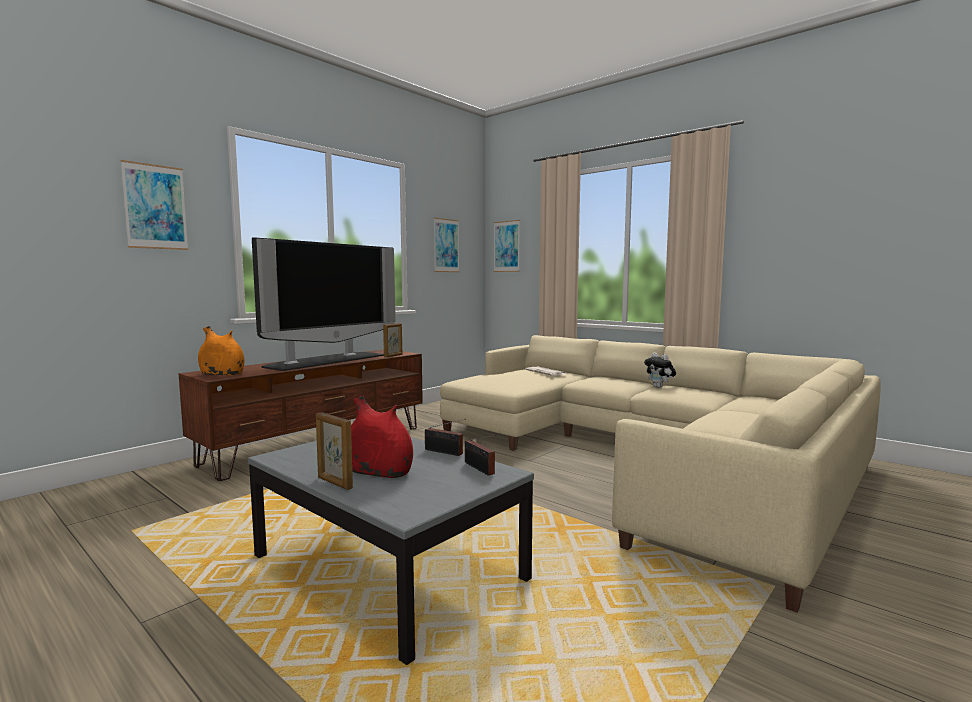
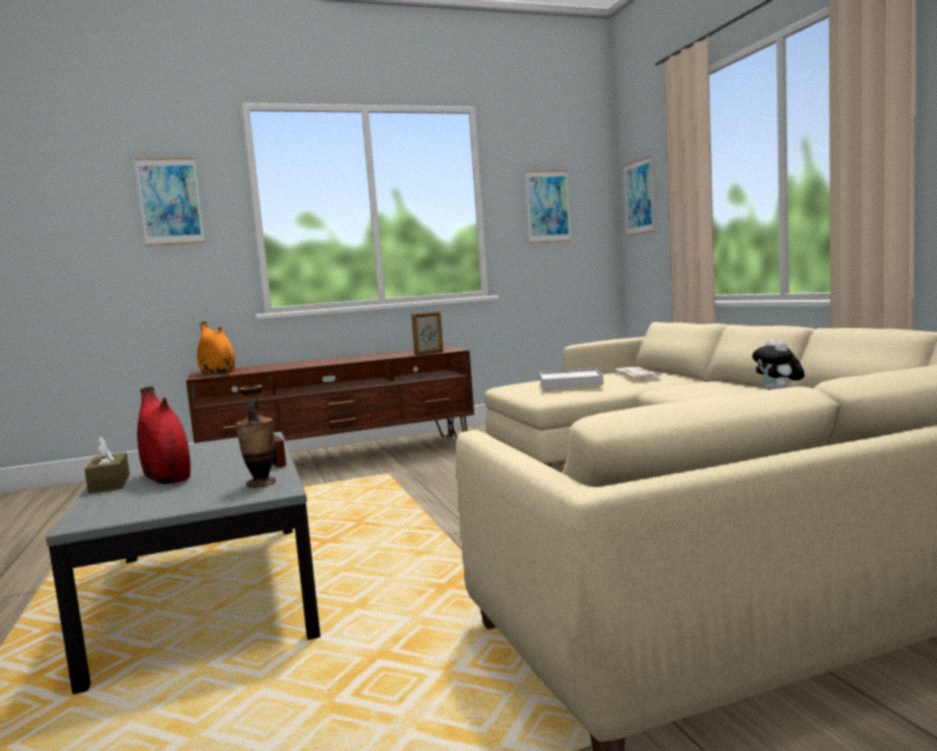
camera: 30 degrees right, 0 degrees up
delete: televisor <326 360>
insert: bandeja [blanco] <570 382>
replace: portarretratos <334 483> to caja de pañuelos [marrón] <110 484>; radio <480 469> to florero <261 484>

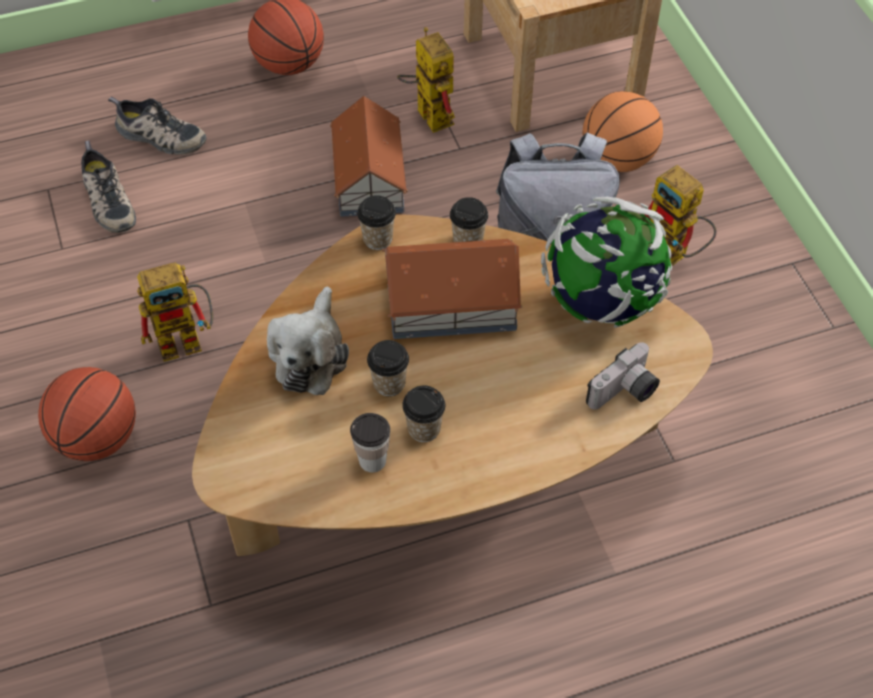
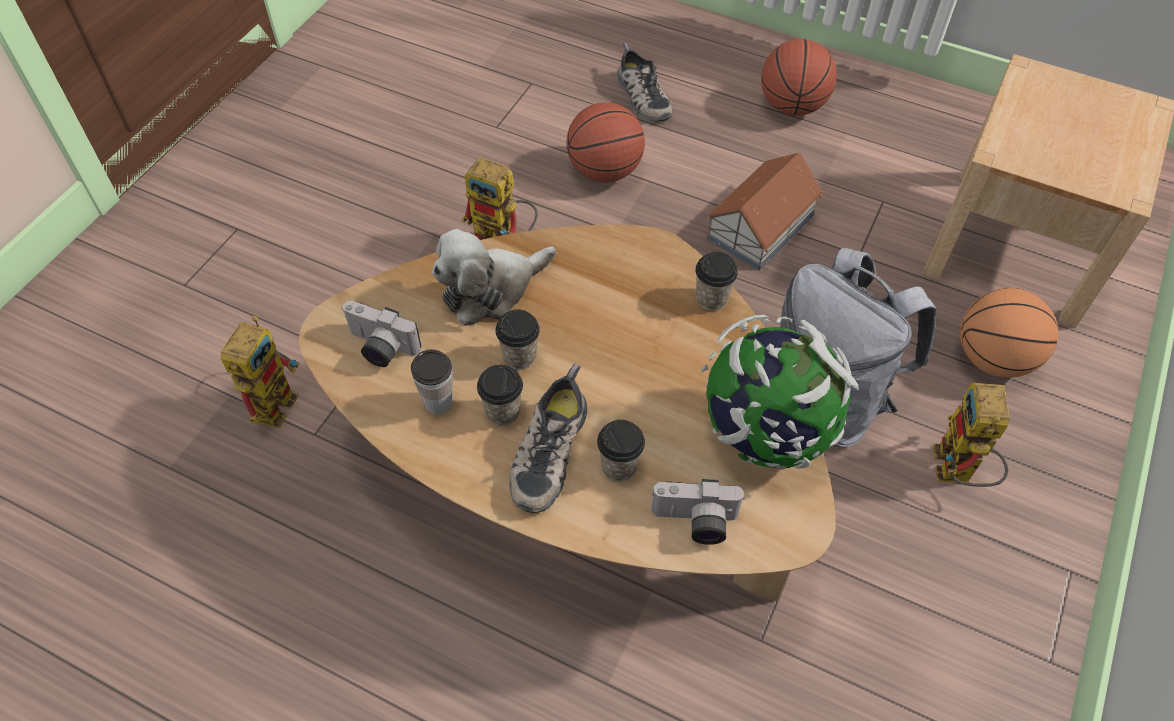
camera: 45 degrees right, 0 degrees up
delete: casita <452 303>
insert: cámara <379 348>
move: balón de baloncesto <97 438> to <604 171>; zapato <106 200> to <547 450>; taza <377 239> to <619 466>; robot de juguete <427 113> to <276 398>

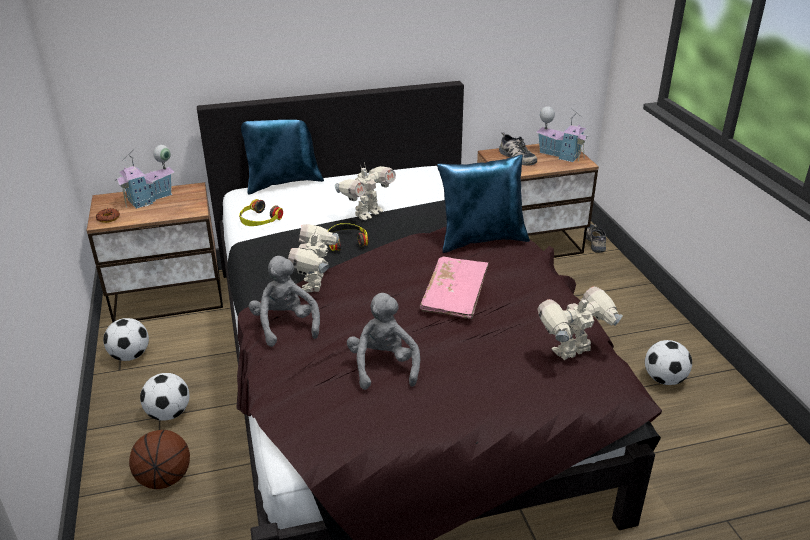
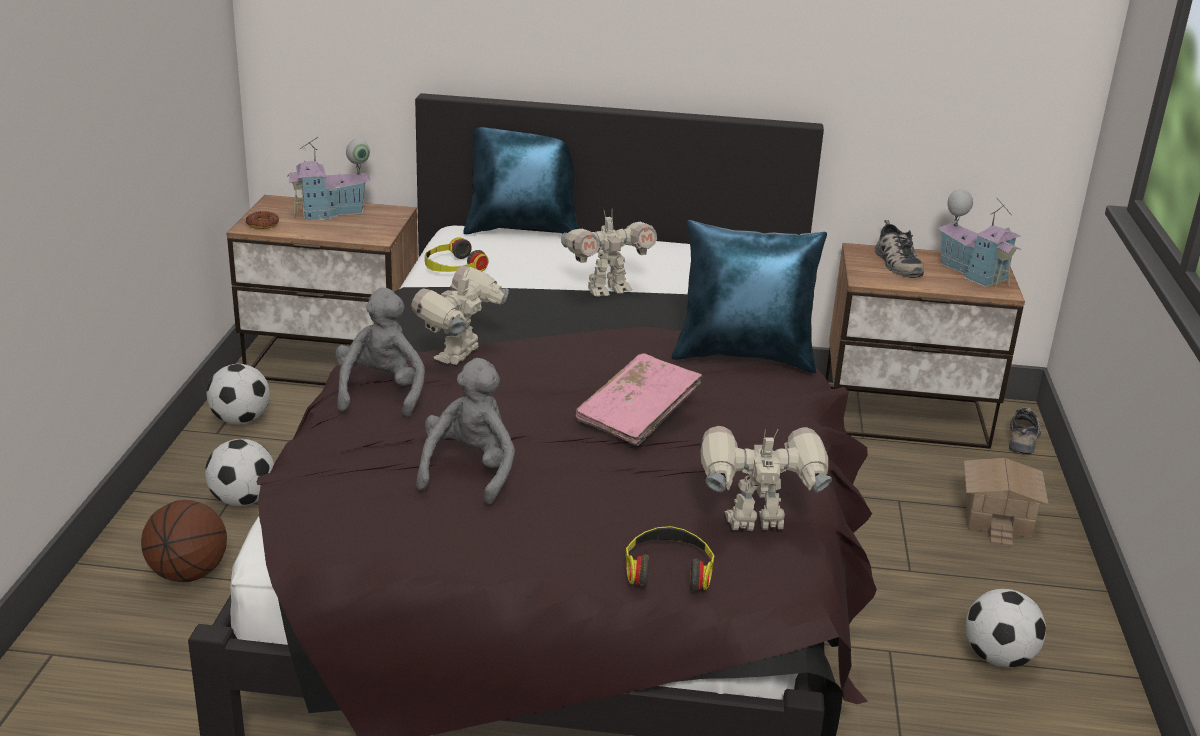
camera: 20 degrees right, 5 degrees down
insert: casita <999 516>
move: auriculares <346 241> to <668 569>

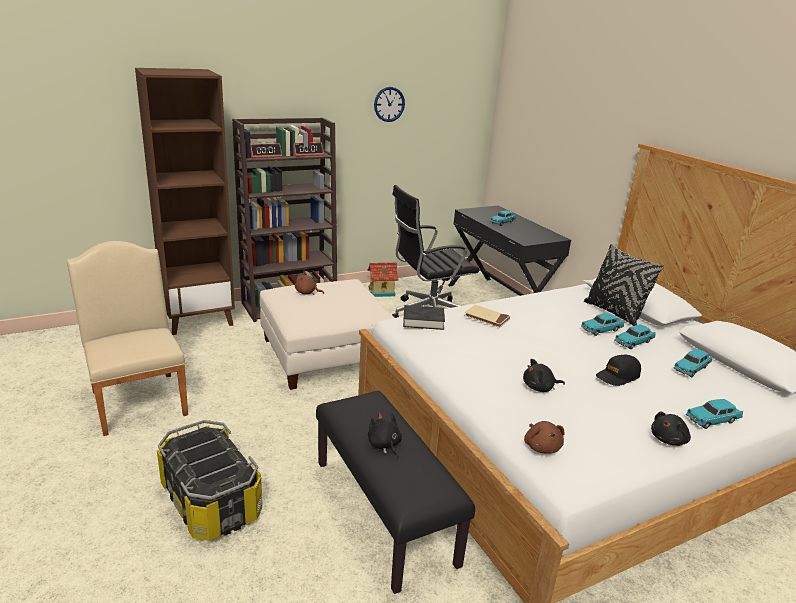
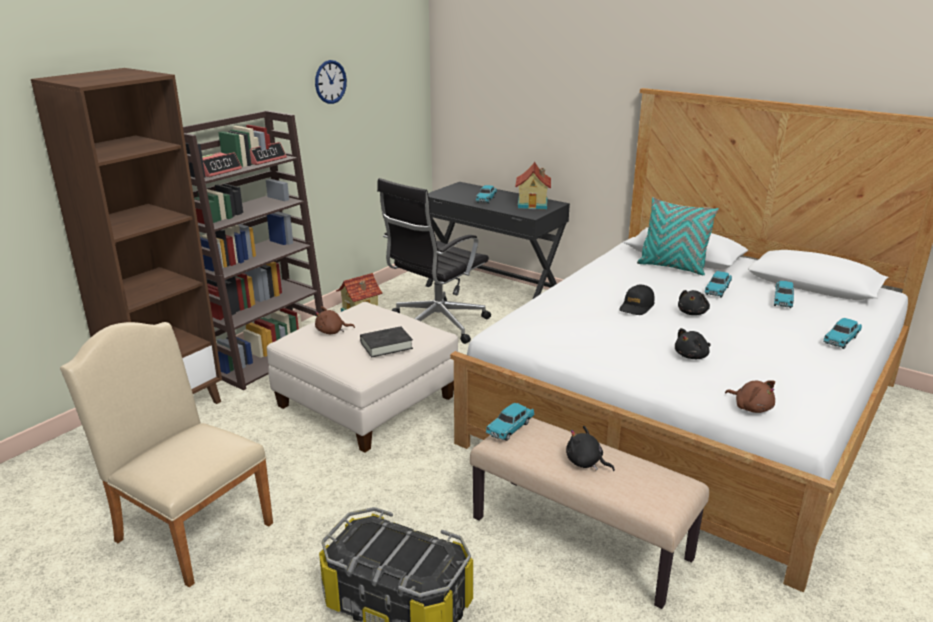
camera: 25 degrees left, 0 degrees up
delete: libro [beis] <486 318>
insert: casita <533 204>
move: libro [negro] <423 321> to <386 345>; coche de juguete [turquesa] <601 330> to <510 428>; gorra [negro] <617 376> to <636 307>; peluche [negro] <669 440> to <692 313>
recolor: banco [negro] <385 511> to banco [beis] <581 538>; cojín [negro] <614 312> to cojín [turquesa] <672 267>

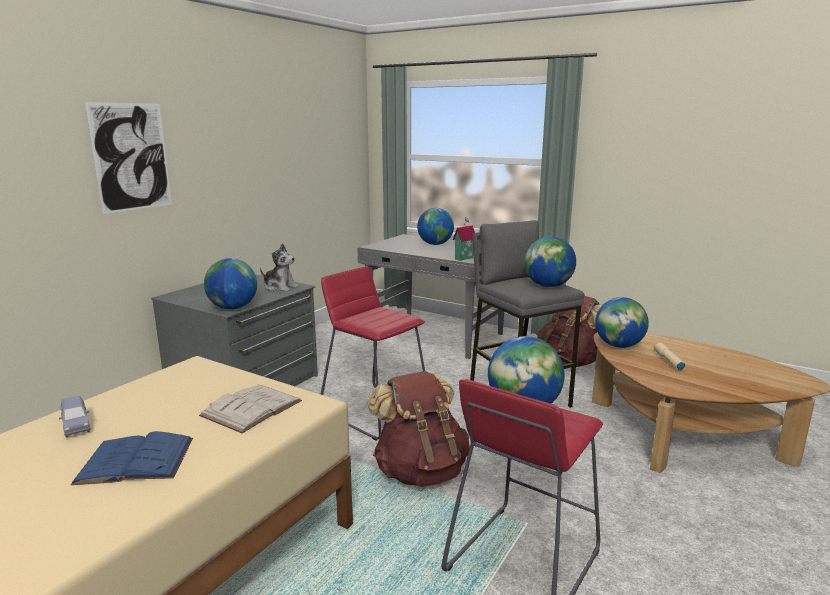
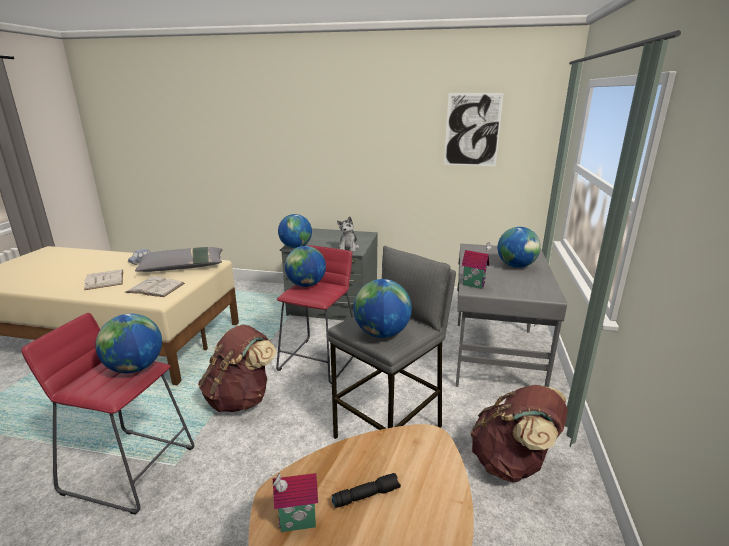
camera: 70 degrees right, 5 degrees up
insert: cojín [gris] <182 267>; casita <297 525>
move: cuadro <131 157> to <472 130>; globo terráqueo <619 346> to <306 285>
recolor: libro [azul] <136 460> to libro [blanco] <104 280>; linterna [beis] <668 361> to linterna [negro] <366 495>

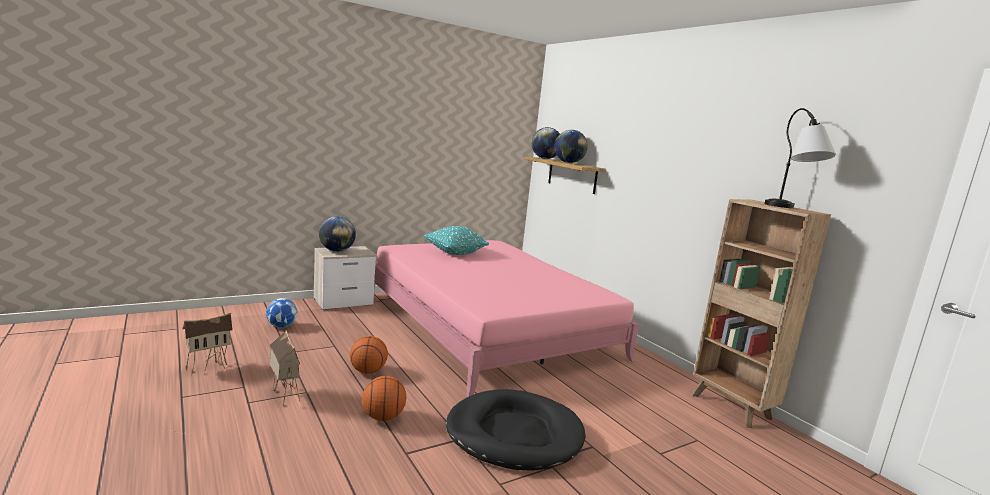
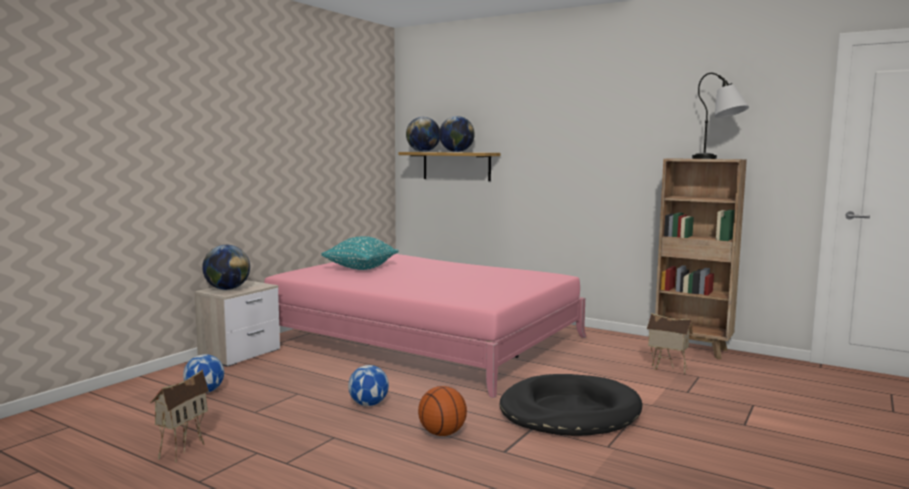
camera: 25 degrees left, 5 degrees down
move: casita <284 394> to <667 369>
replace: balón de baloncesto <367 371> to balón de fútbol <368 404>

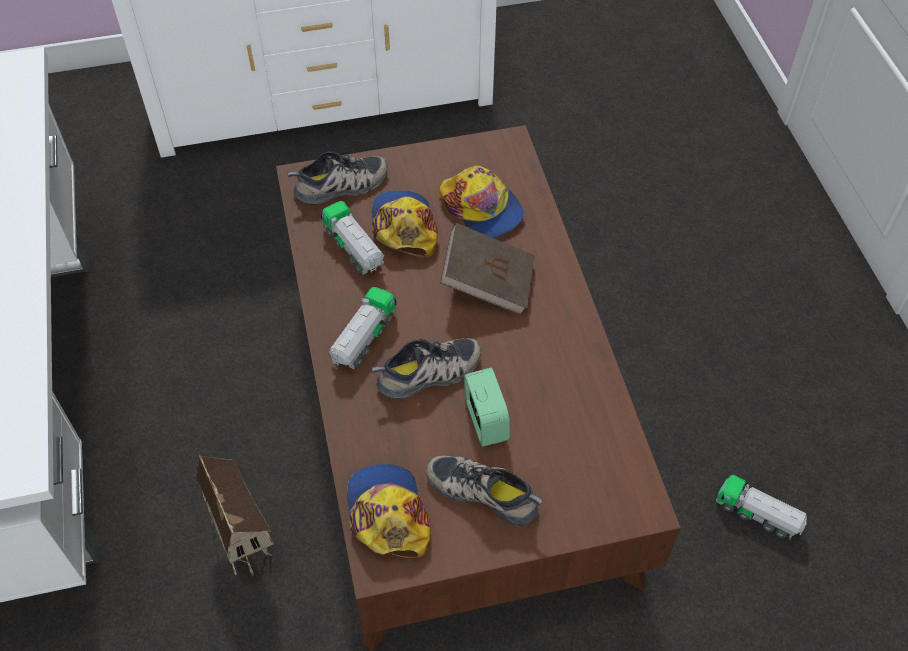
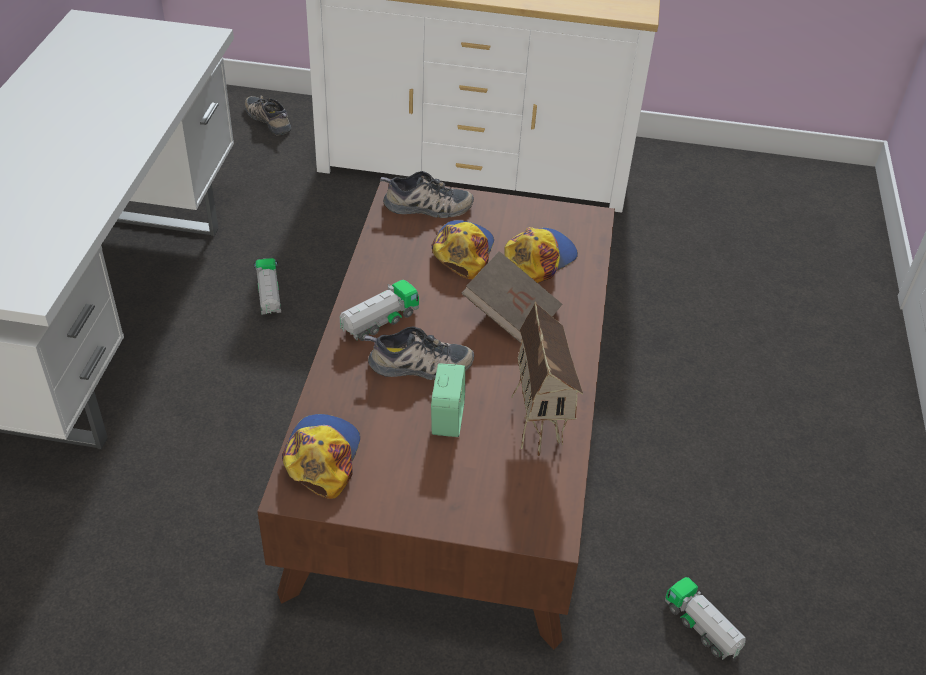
camera: 20 degrees right, 10 degrees down
move: casita <246 543> to <540 426>; camión de juguete <354 249> to <269 297>; zapato <484 491> to <270 119>
rotate: gorra <482 208> = <539 258> 120 degrees counterclockwise

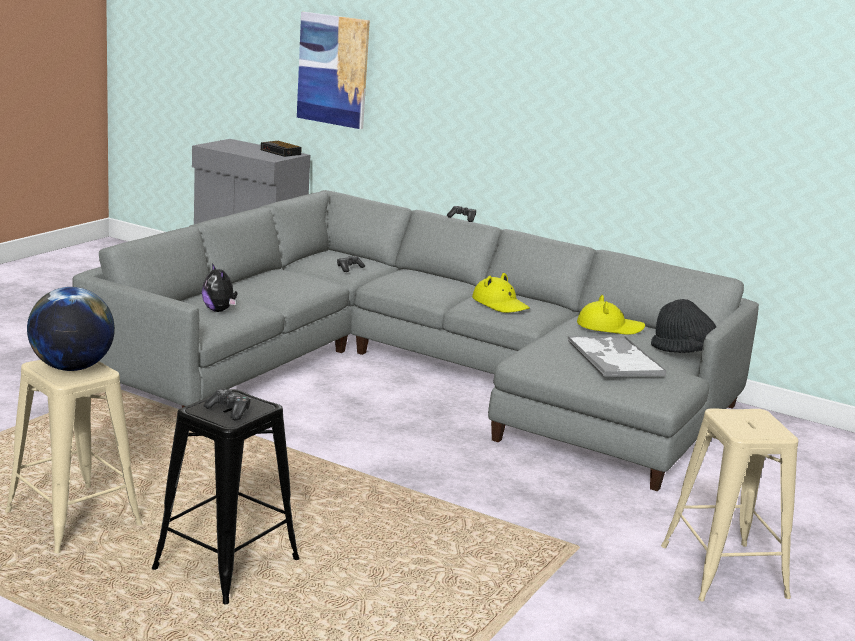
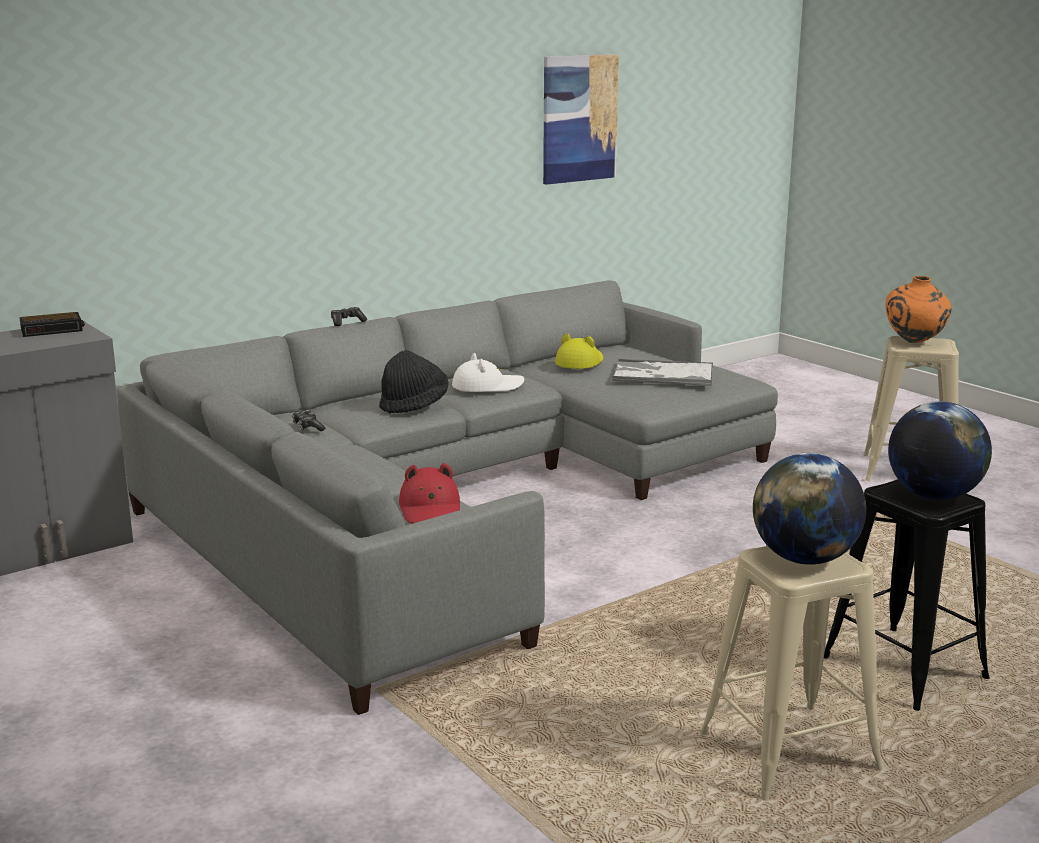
camera: 65 degrees left, 0 degrees up
insert: florero [naranja] <914 343>
move: cuadro <333 70> to <579 118>; sombrero [negro] <684 351> to <414 405>
replace: peluche <219 310> to sombrero [rojo] <431 509>; mando de consola <229 411> to globo terráqueo <933 496>
recolor: sombrero [amarillo] <500 304> to sombrero [blanco] <487 386>

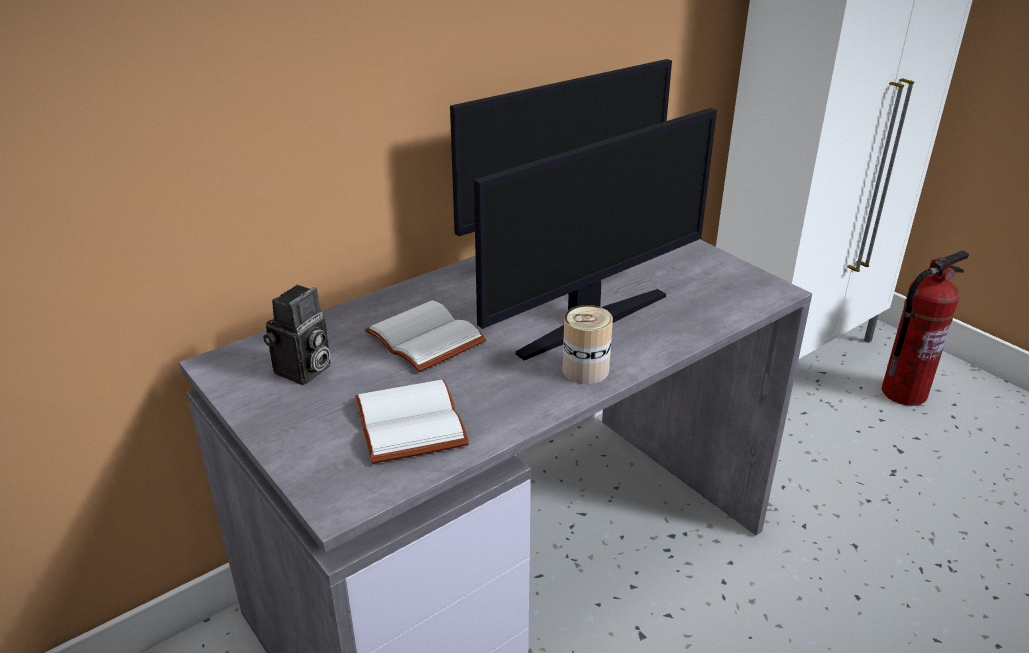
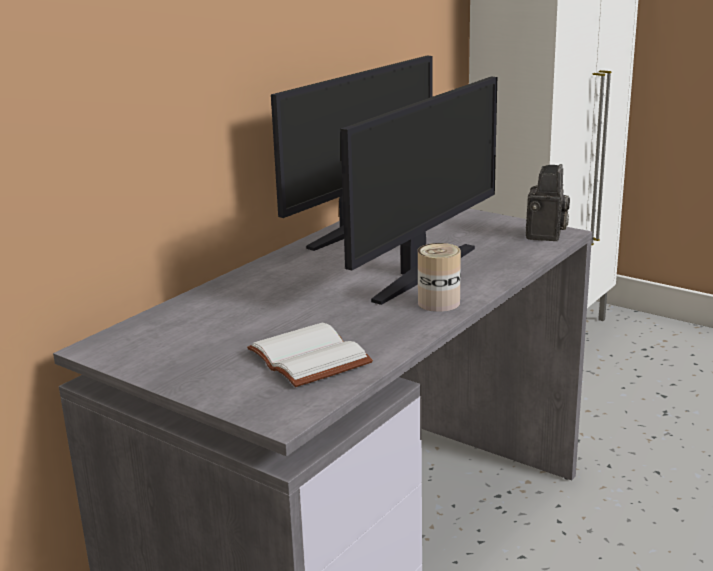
camera: 15 degrees left, 10 degrees down
delete: libro [blanco] <429 338>; extintor <903 392>
move: cámara <303 371> to <546 236>

